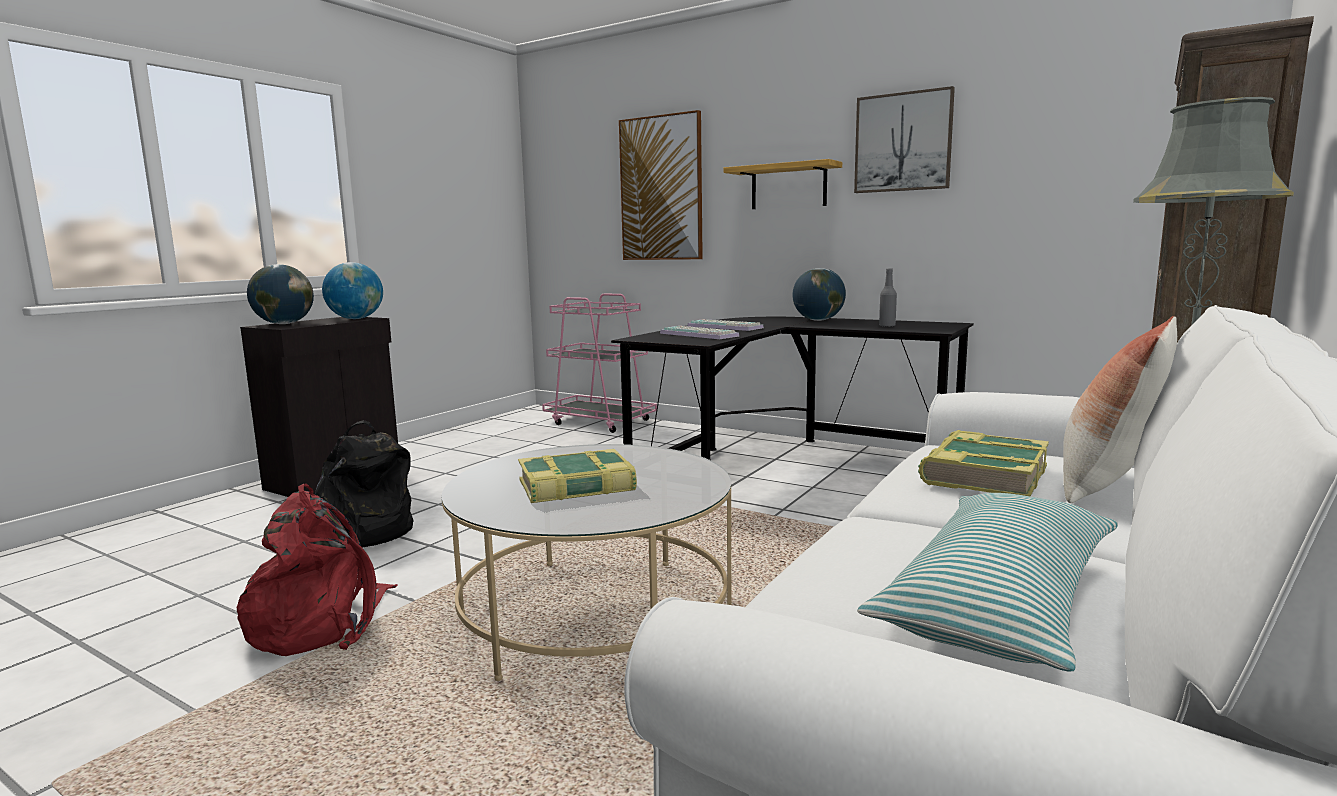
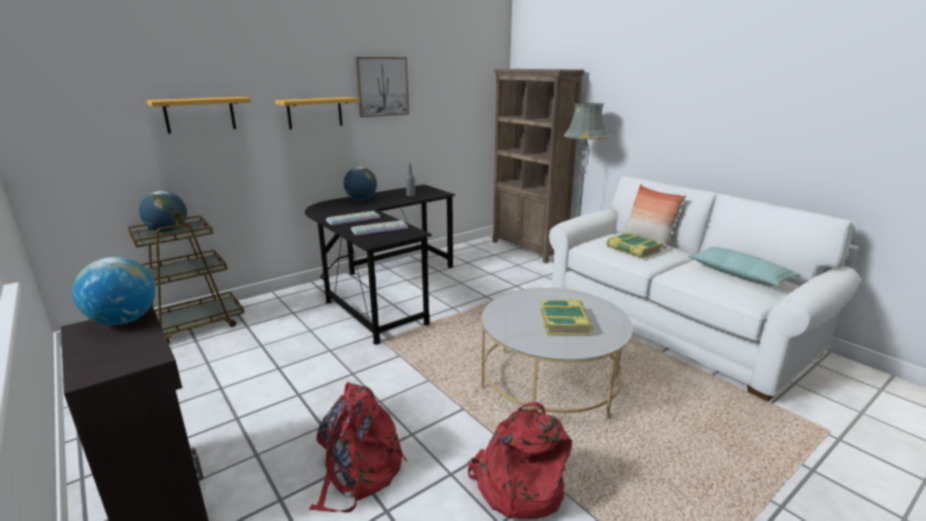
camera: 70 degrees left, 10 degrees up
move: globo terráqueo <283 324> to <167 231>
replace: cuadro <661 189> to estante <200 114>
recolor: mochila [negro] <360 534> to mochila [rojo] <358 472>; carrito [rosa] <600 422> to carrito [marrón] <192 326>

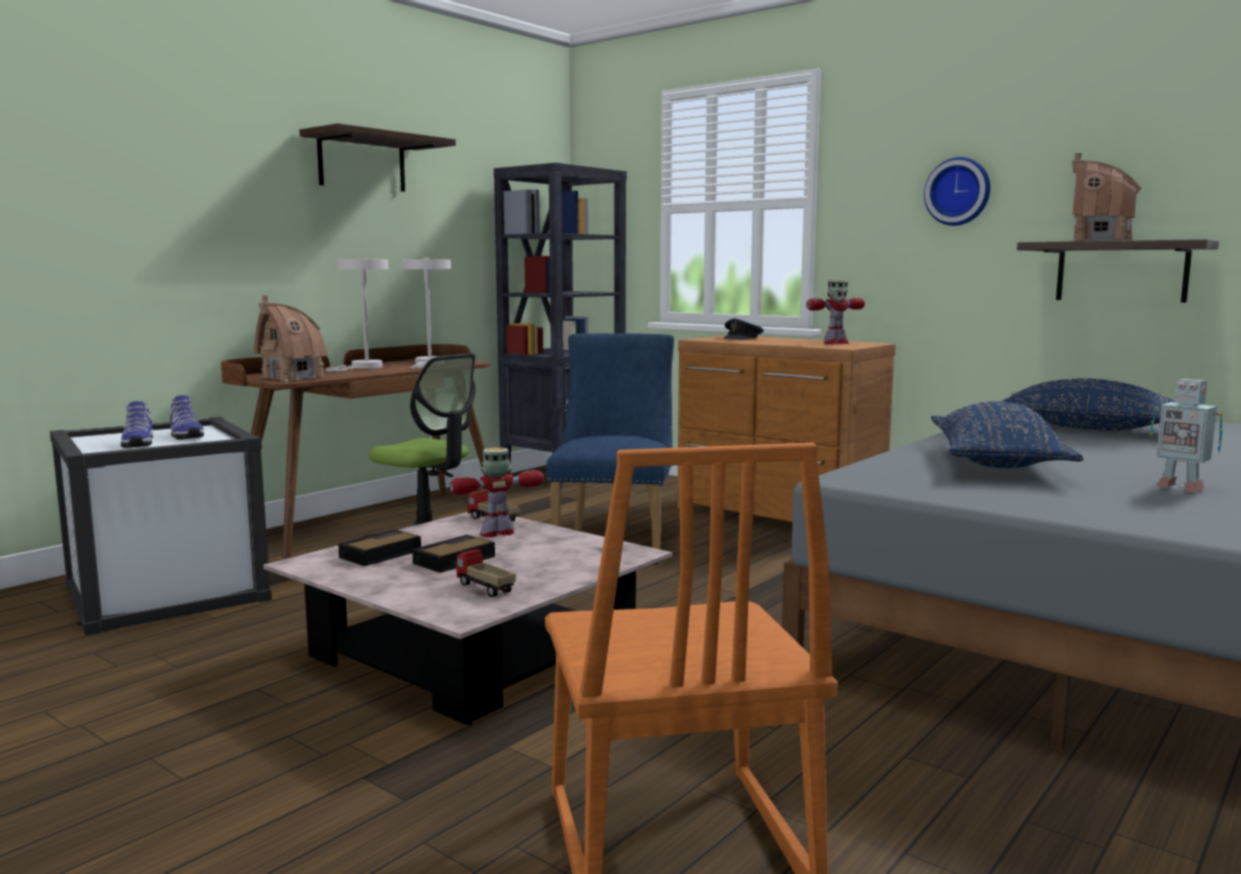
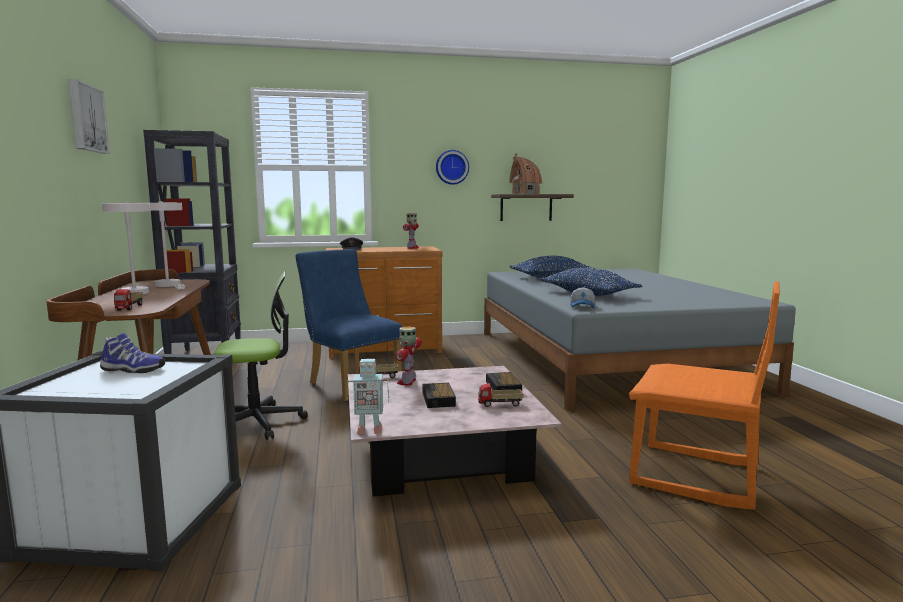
camera: 50 degrees left, 0 degrees up
delete: zapato <137 444>
insert: gorra <583 307>
move: despertador <379 554> to <503 387>; robot de juguete <1179 487> to <368 430>
replace: casita <293 377> to camión de juguete <130 308>; estante <362 162> to cuadro <86 118>

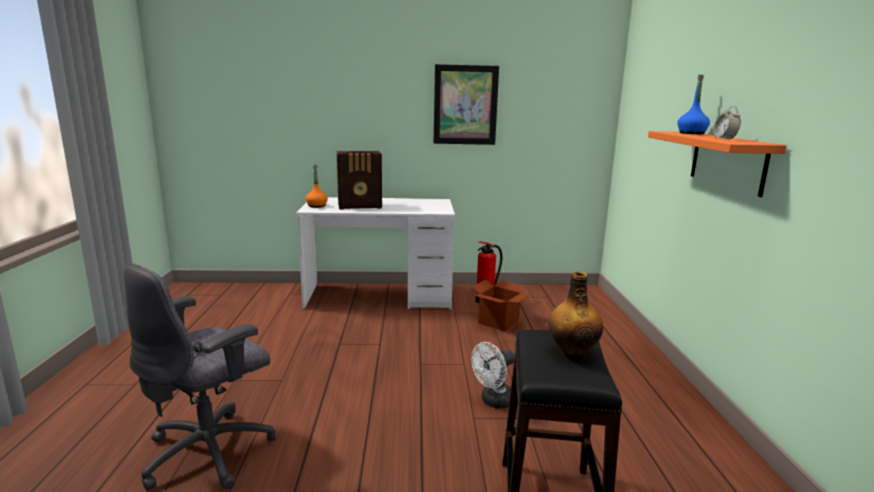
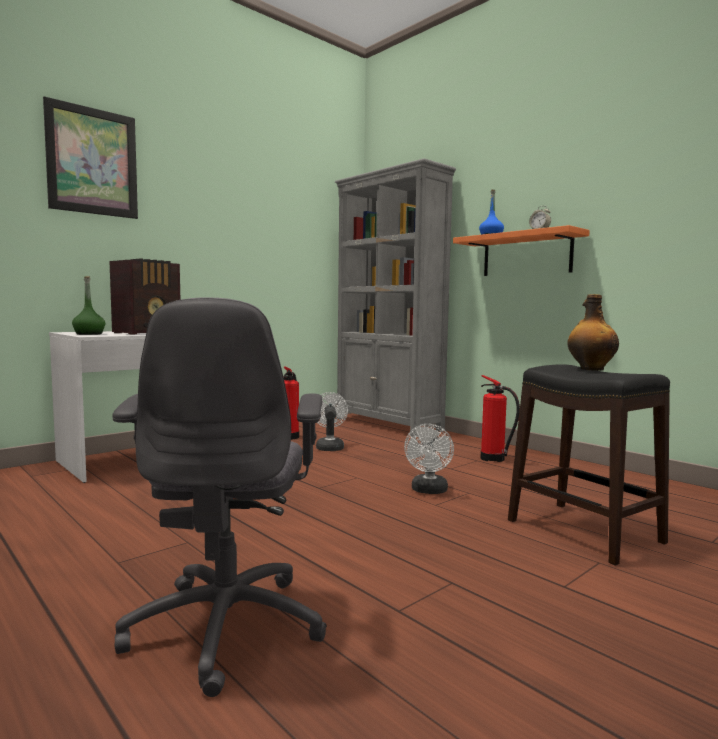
camera: 40 degrees left, 10 degrees down
insert: estantería [gris] <388 424>; extintor <494 459>
move: cuadro <465 105> to <92 161>
replace: caja de cartón <498 322> to ventilador [blanco] <329 447>
recolor: botella [naranja] <317 206> to botella [verde] <89 334>

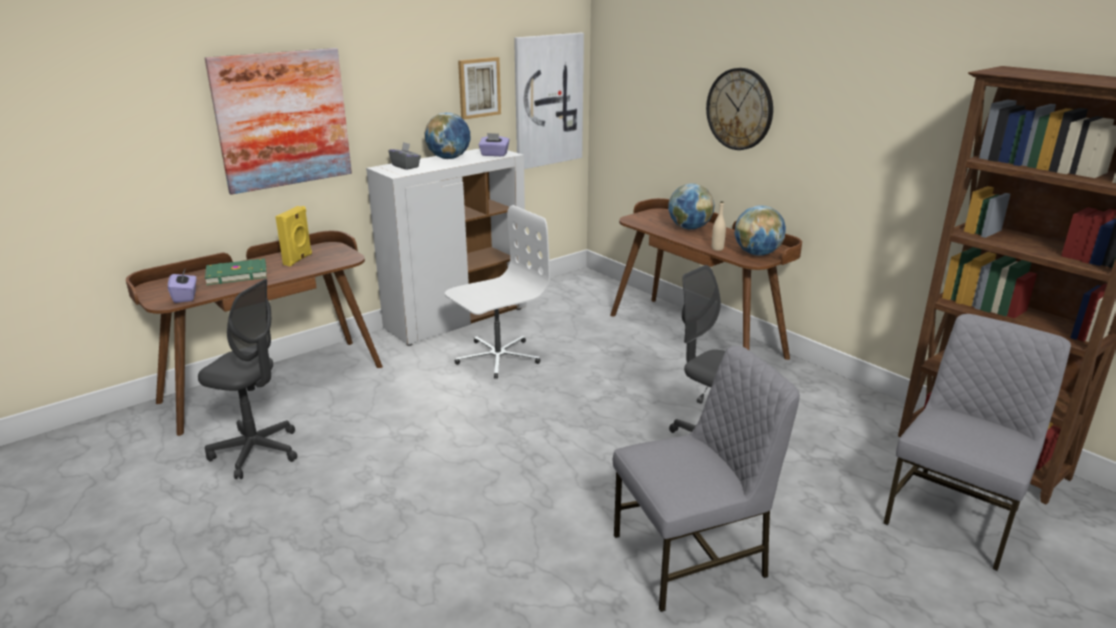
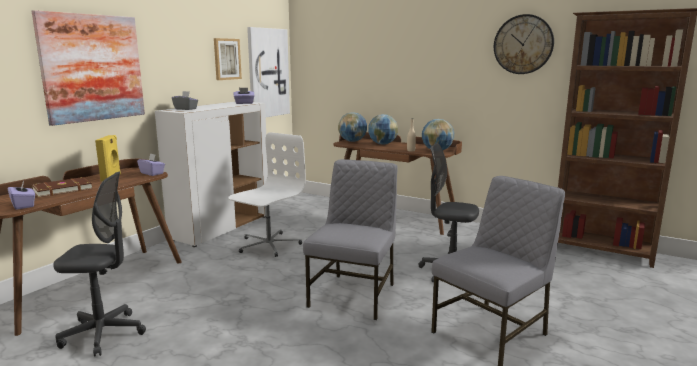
camera: 20 degrees left, 10 degrees down
insert: caja de pañuelos [morado] <152 173>
move: globo terráqueo <449 158> to <352 141>; reloj de pared <740 109> to <523 44>; silla [gris] <955 516> to <354 295>
recolor: libro [verde] <236 274> to libro [marrón] <62 189>

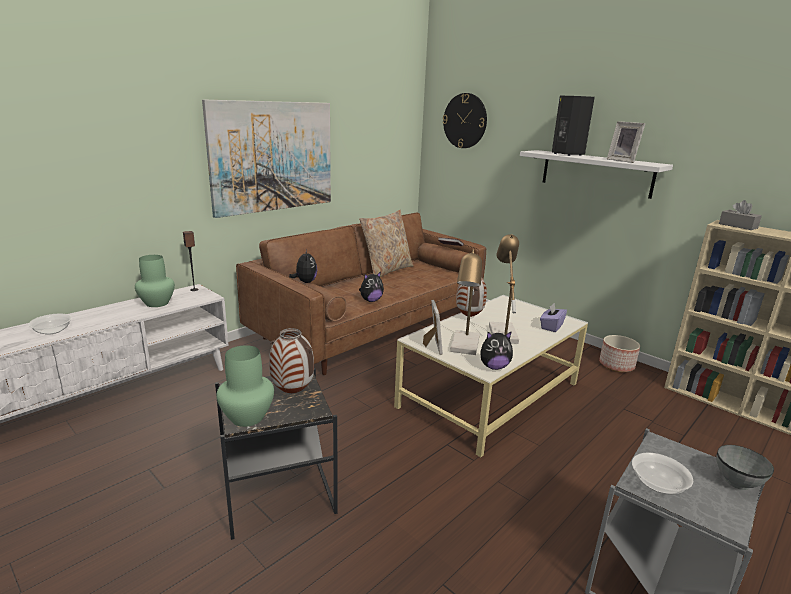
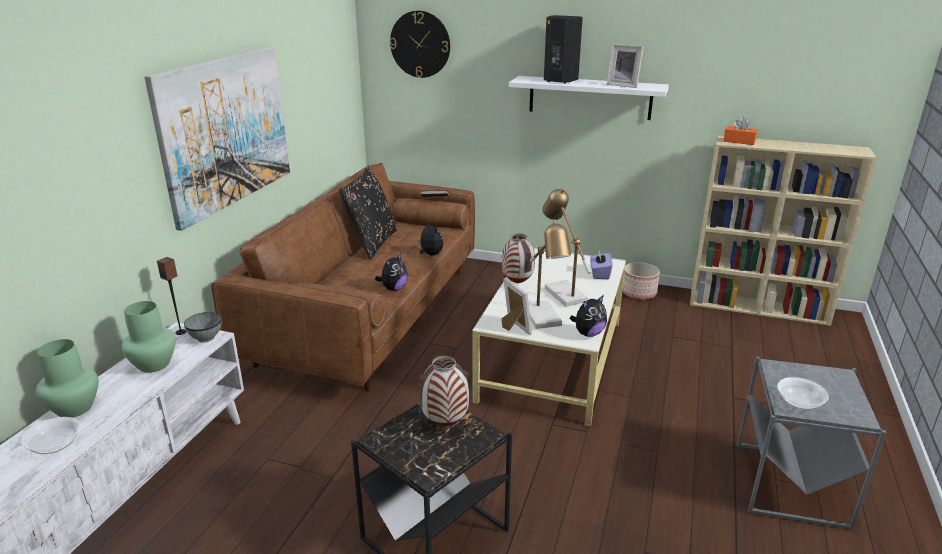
camera: 25 degrees left, 5 degrees up
move: florero [verde] <248 417> to <75 408>; peluche <305 282> to <430 254>; cuenco [gris] <736 481> to <205 338>
recolor: cojín [beis] <386 270> to cojín [negro] <371 243>; caja de pañuelos [gris] <738 226> to caja de pañuelos [naranja] <739 141>

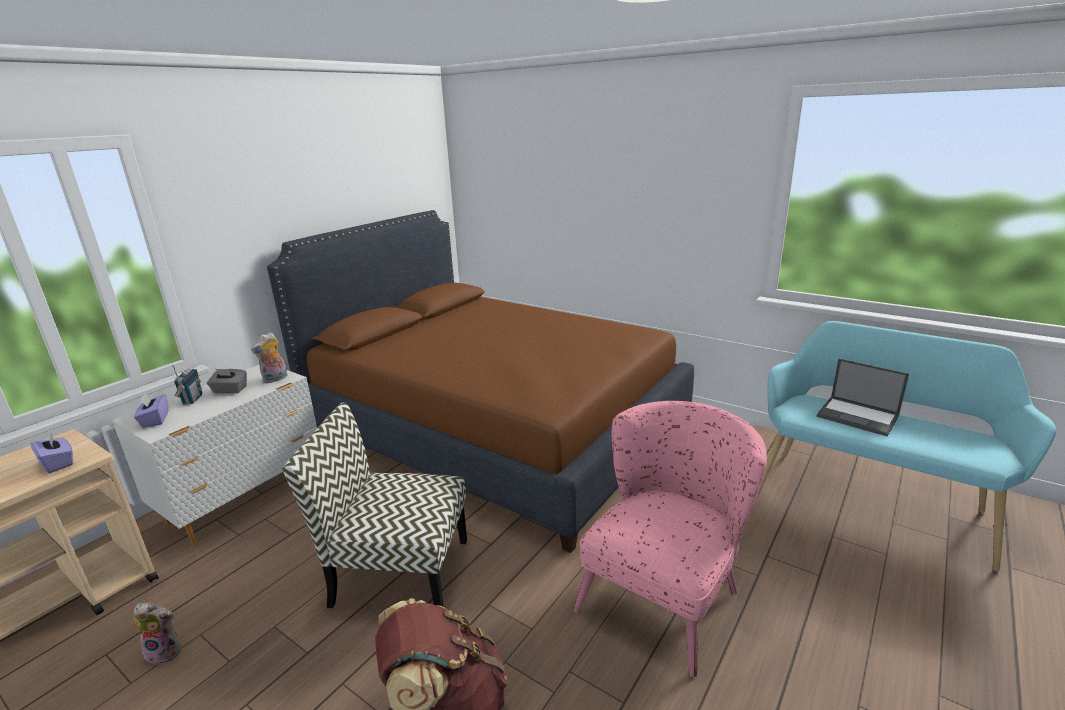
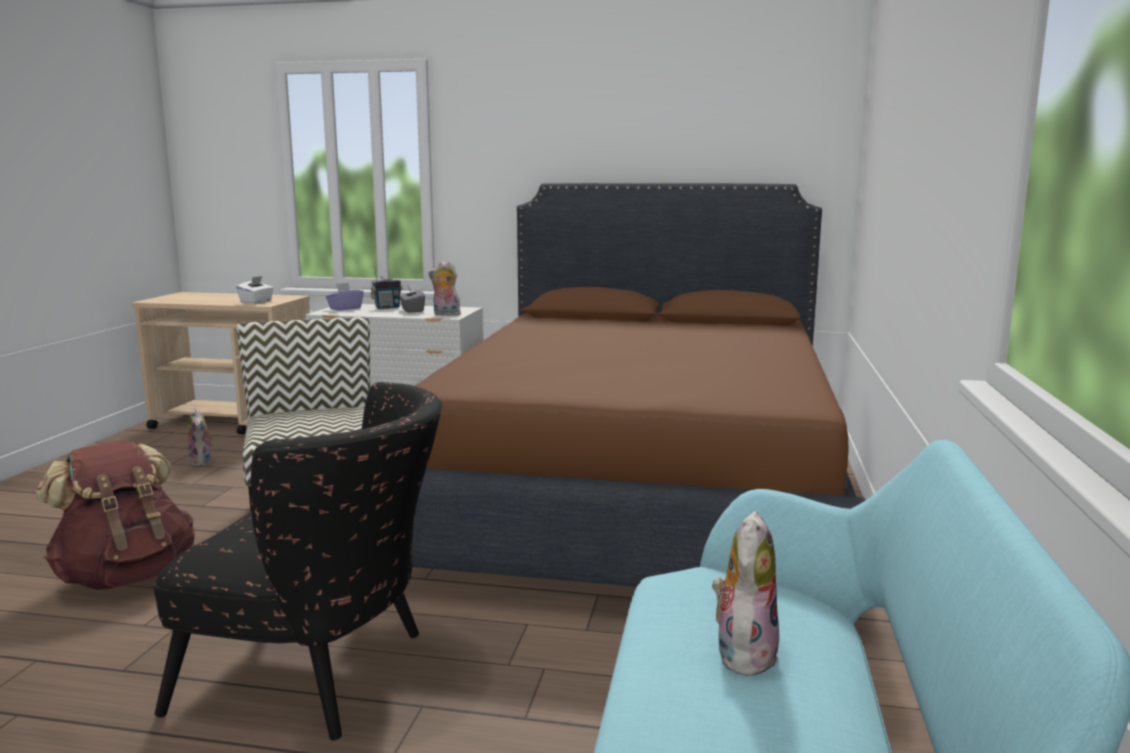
camera: 65 degrees right, 10 degrees down
replace: portátil <858 416> to peluche <743 653>
recolor: caja de pañuelos [morado] <58 463> to caja de pañuelos [blanco] <256 302>; sillón [rosa] <666 591> to sillón [negro] <324 676>

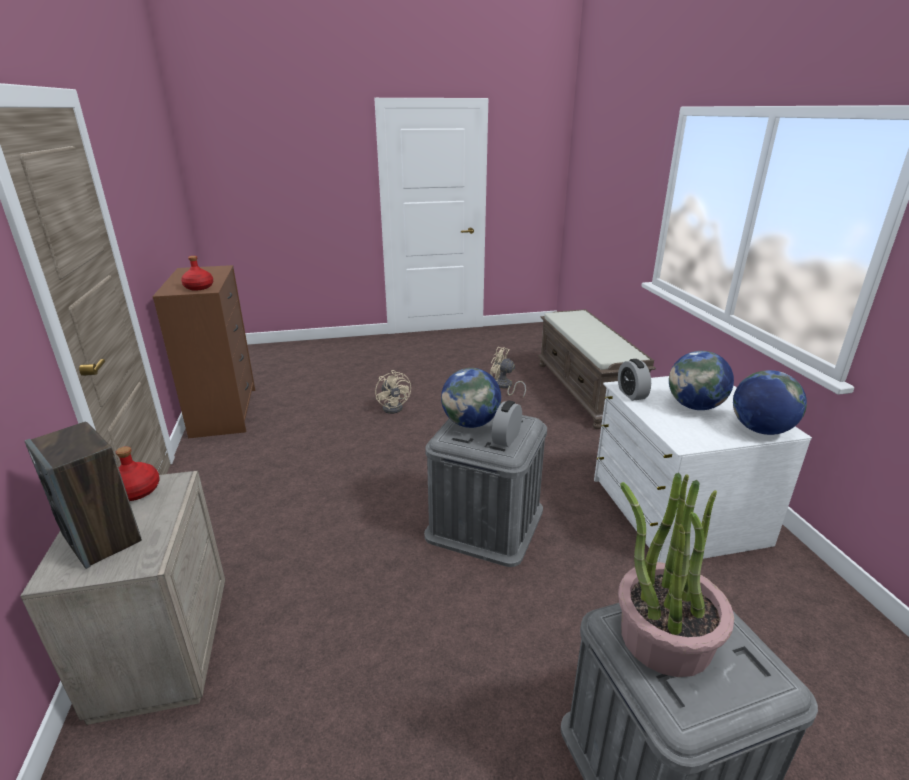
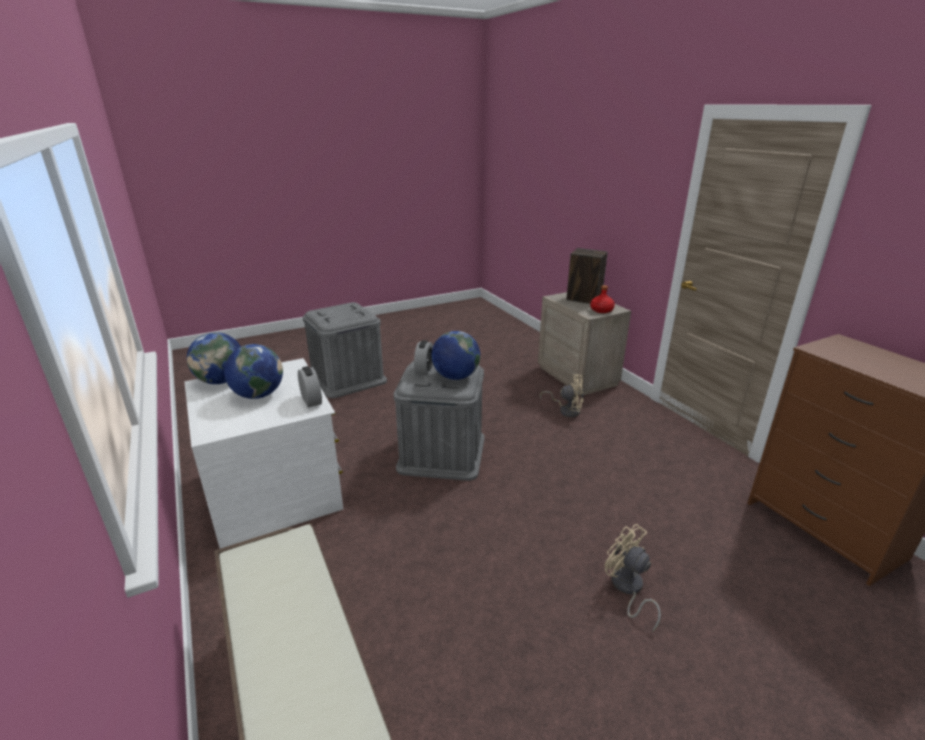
camera: 165 degrees right, 0 degrees up
delete: botella [rojo] <199 287>; planta en maceta <664 637>
move: ventilador [beis] <504 386> to <566 410>

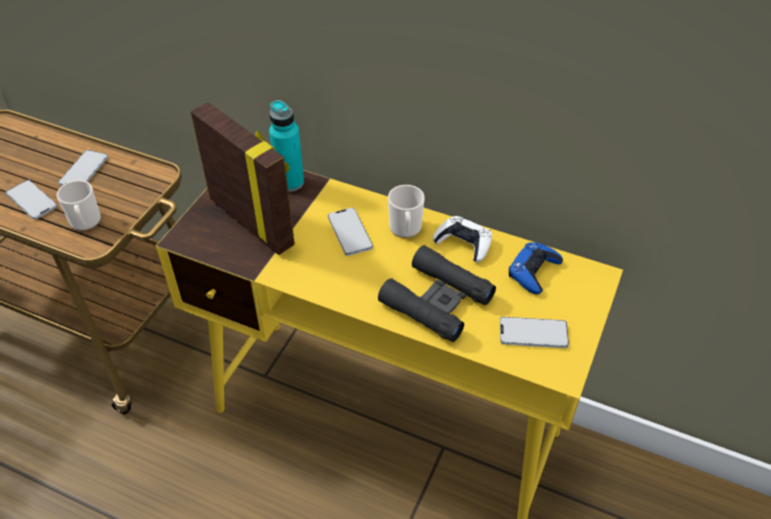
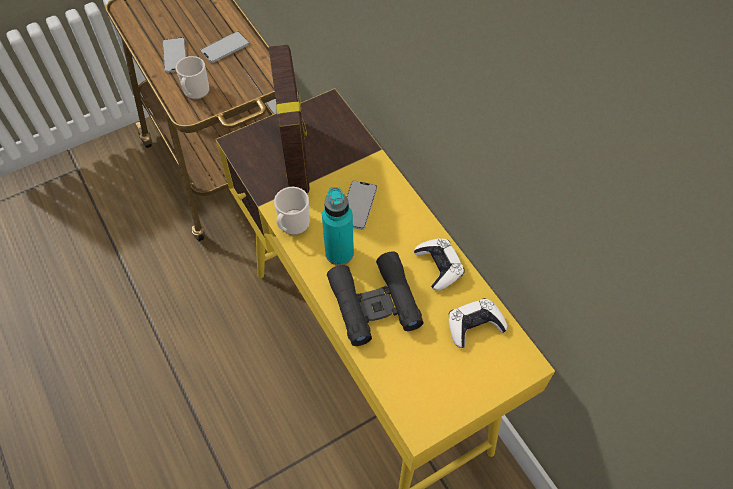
camera: 35 degrees right, 10 degrees up
delete: móvil <533 333>
move: botella [turquesa] <290 182> to <339 253>; taza grande <405 229> to <292 225>
recolor: mando de consola [azul] <533 271> to mando de consola [blanco] <474 325>

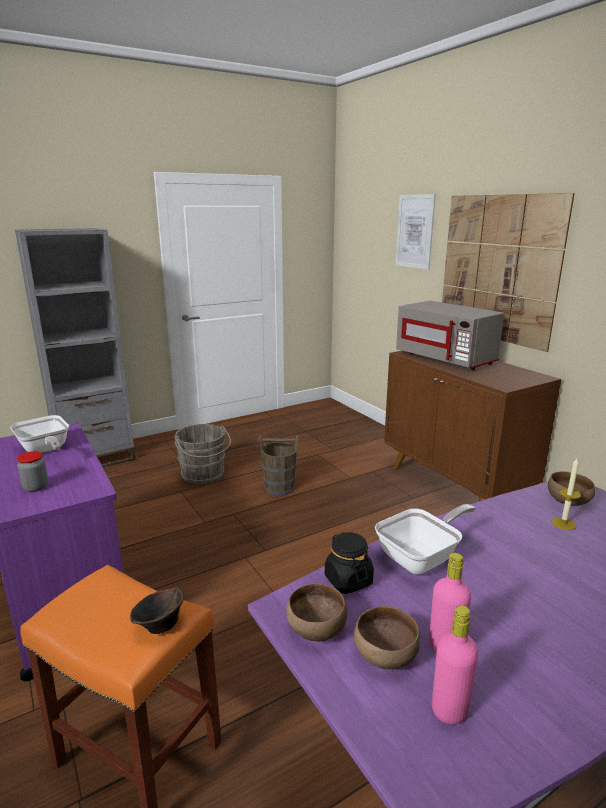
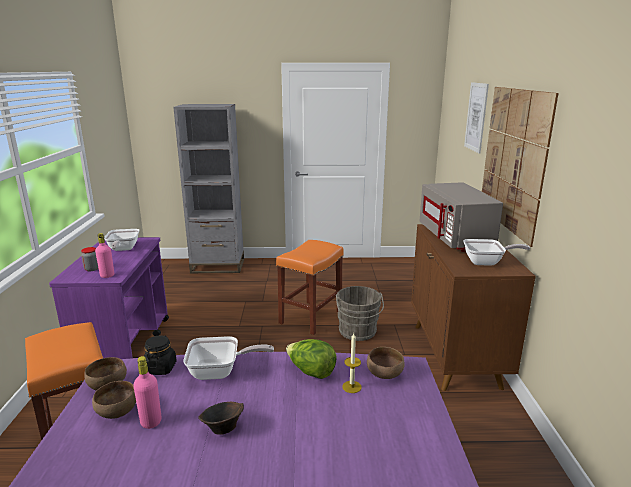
camera: 30 degrees right, 0 degrees up
insert: lechuga <311 372>; sartén <487 262>
move: cuenco [marrón] <159 626> to <222 428>; cubo [gris] <204 475> to <357 332>; botella [rosa] <449 710> to <107 275>
replace: cubo [marrón] <279 487> to taburete [naranja] <311 317>

